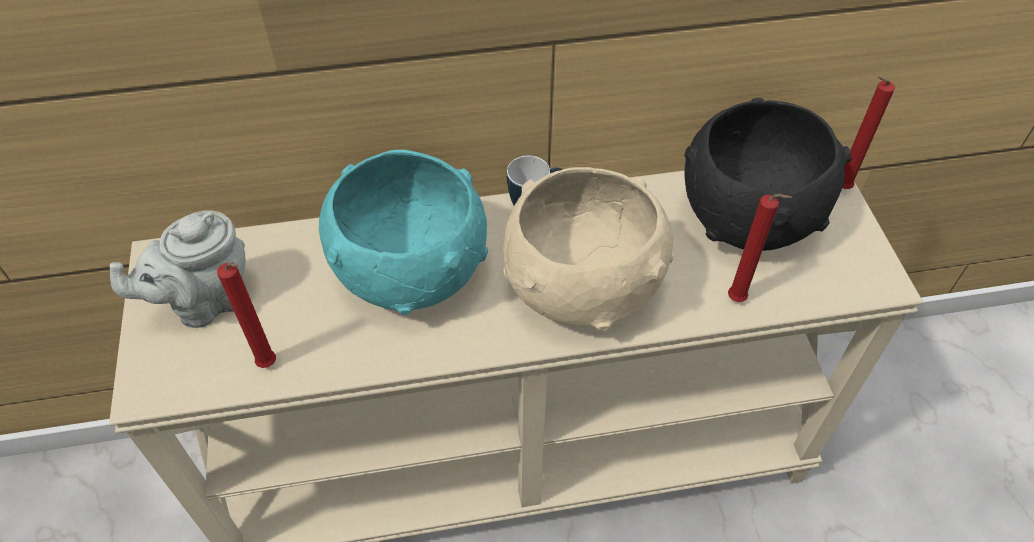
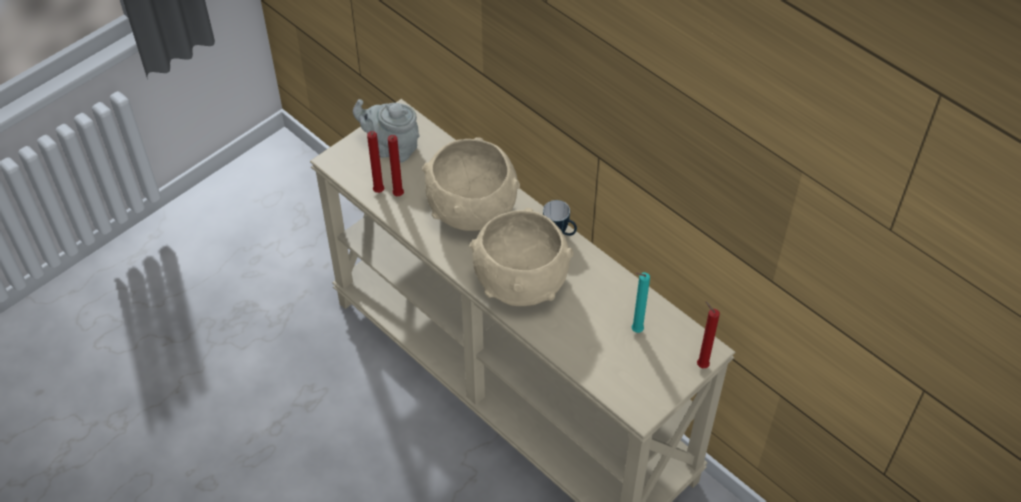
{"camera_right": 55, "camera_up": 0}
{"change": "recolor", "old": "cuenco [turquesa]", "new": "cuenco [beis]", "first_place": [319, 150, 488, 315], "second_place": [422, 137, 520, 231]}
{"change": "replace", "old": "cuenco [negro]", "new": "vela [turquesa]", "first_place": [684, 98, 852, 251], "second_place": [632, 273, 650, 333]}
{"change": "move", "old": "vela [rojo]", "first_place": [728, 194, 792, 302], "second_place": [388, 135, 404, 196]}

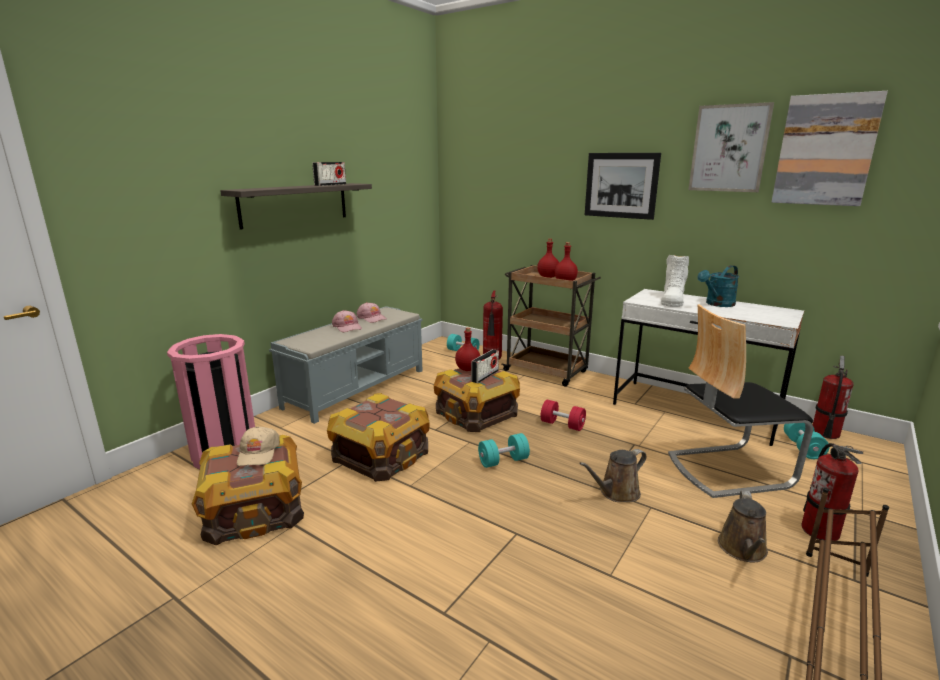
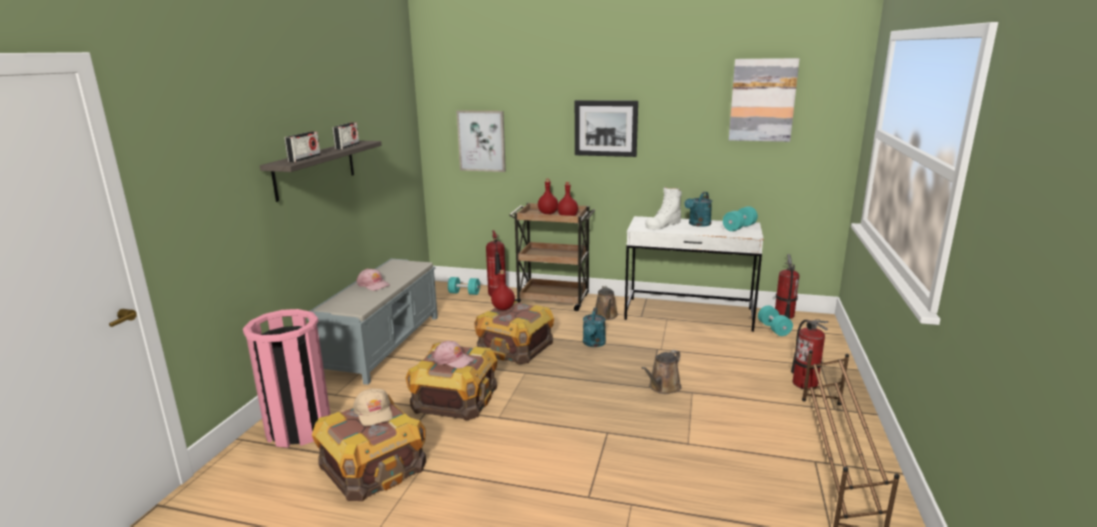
{"camera_right": -20, "camera_up": 0}
{"change": "move", "old": "gorra [rosa]", "first_place": [356, 302, 387, 323], "second_place": [433, 341, 474, 368]}
{"change": "move", "old": "radio", "first_place": [471, 349, 499, 383], "second_place": [285, 131, 321, 162]}
{"change": "move", "old": "mancuerna [turquesa]", "first_place": [478, 433, 530, 468], "second_place": [723, 206, 758, 231]}
{"change": "replace", "old": "mancuerna [rojo]", "new": "regadera [turquesa]", "first_place": [541, 400, 586, 431], "second_place": [583, 308, 606, 347]}
{"change": "rotate", "old": "bota [blanco]", "first_place": [661, 255, 689, 307], "second_place": [645, 186, 682, 230], "degrees": 45}
{"change": "delete", "old": "silla", "first_place": [668, 304, 813, 498]}
{"change": "move", "old": "cuadro", "first_place": [688, 102, 774, 192], "second_place": [457, 110, 506, 172]}
{"change": "move", "old": "regadera [marrón]", "first_place": [718, 491, 768, 562], "second_place": [595, 286, 618, 320]}

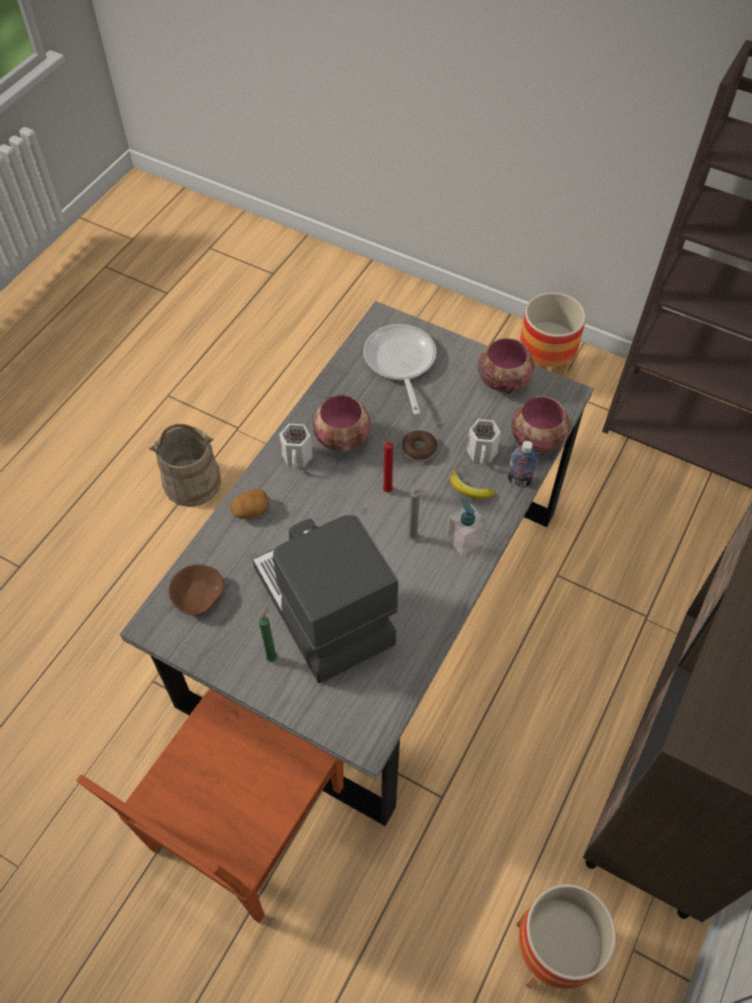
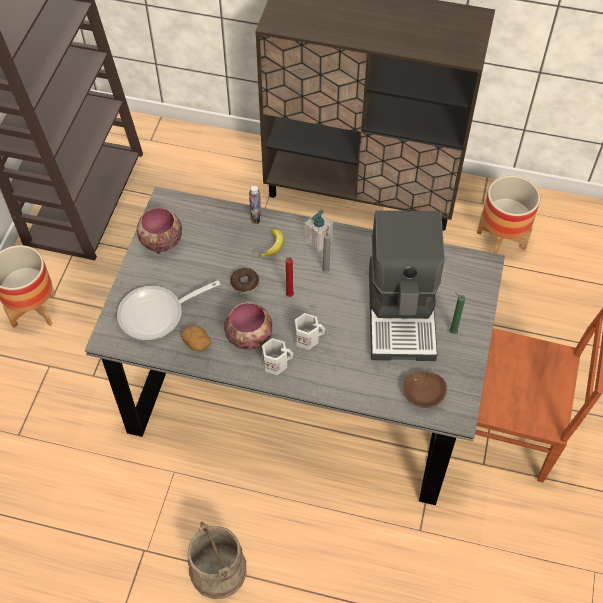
{"camera_right": -105, "camera_up": 0}
{"change": "move", "old": "patata", "first_place": [231, 489, 269, 519], "second_place": [181, 325, 211, 351]}
{"change": "rotate", "old": "cafetera", "first_place": [252, 515, 399, 683], "second_place": [369, 210, 445, 361], "degrees": -45}
{"change": "move", "old": "taza grande [blanco]", "first_place": [467, 419, 501, 464], "second_place": [295, 313, 325, 350]}
{"change": "delete", "old": "cuenco", "first_place": [511, 396, 570, 453]}

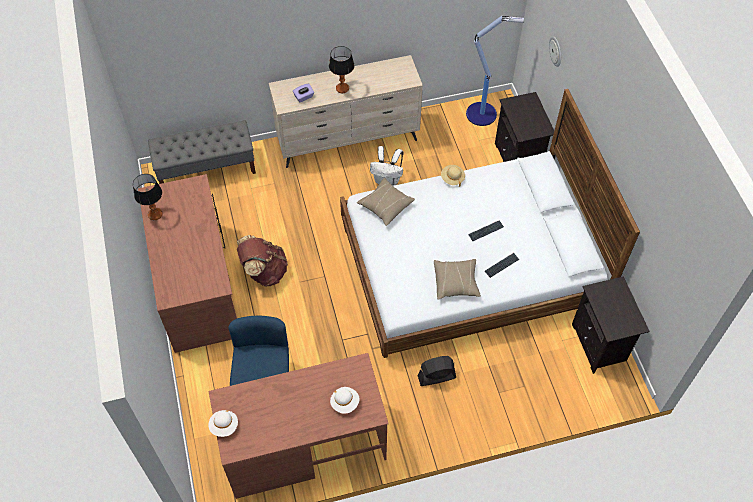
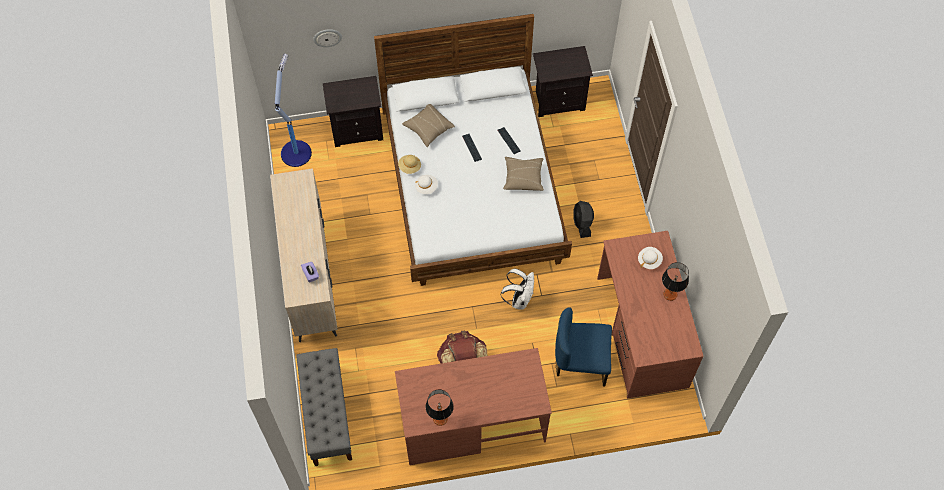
{"camera_right": -85, "camera_up": 5}
{"change": "move", "old": "sombrero [blanco]", "first_place": [209, 410, 238, 437], "second_place": [415, 175, 438, 194]}
{"change": "move", "old": "lámpara de mesa", "first_place": [329, 46, 354, 93], "second_place": [662, 262, 689, 301]}
{"change": "move", "old": "cojín [beis]", "first_place": [357, 178, 415, 226], "second_place": [402, 104, 455, 147]}
{"change": "move", "old": "mochila [blanco]", "first_place": [370, 146, 403, 186], "second_place": [501, 269, 534, 310]}

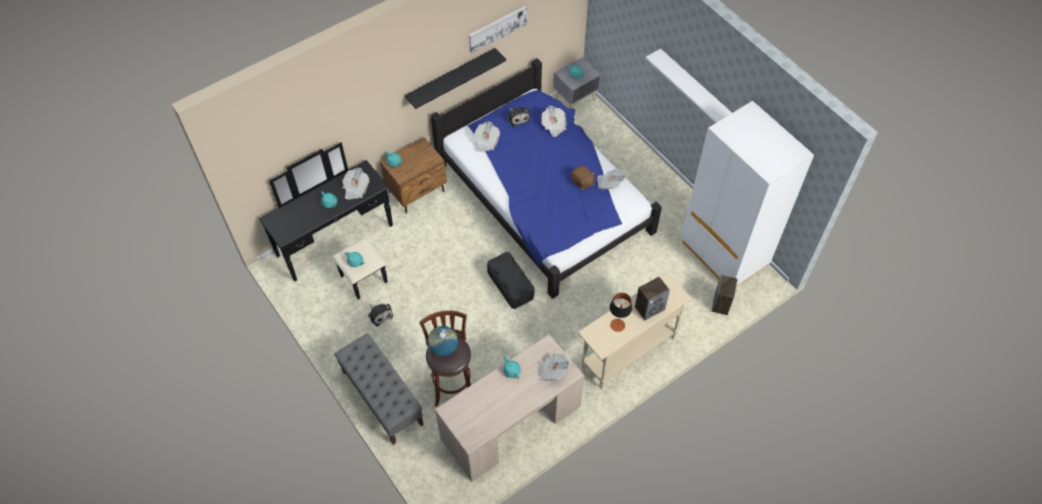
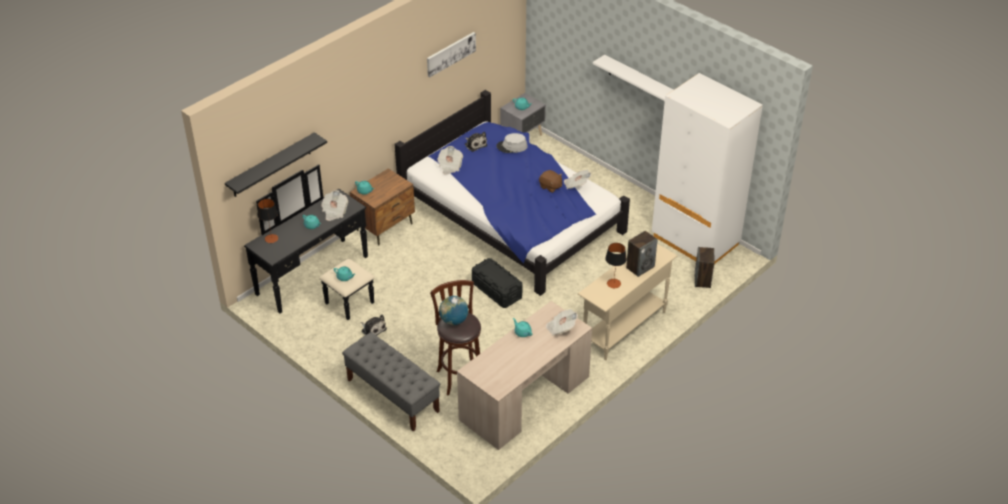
{"camera_right": -10, "camera_up": -15}
{"change": "move", "old": "estante [negro]", "first_place": [405, 48, 506, 109], "second_place": [225, 132, 327, 197]}
{"change": "replace", "old": "periódico", "new": "sombrero [gris]", "first_place": [542, 106, 566, 137], "second_place": [496, 133, 528, 153]}
{"change": "insert", "new": "lámpara de mesa", "second_place": [258, 199, 278, 243]}

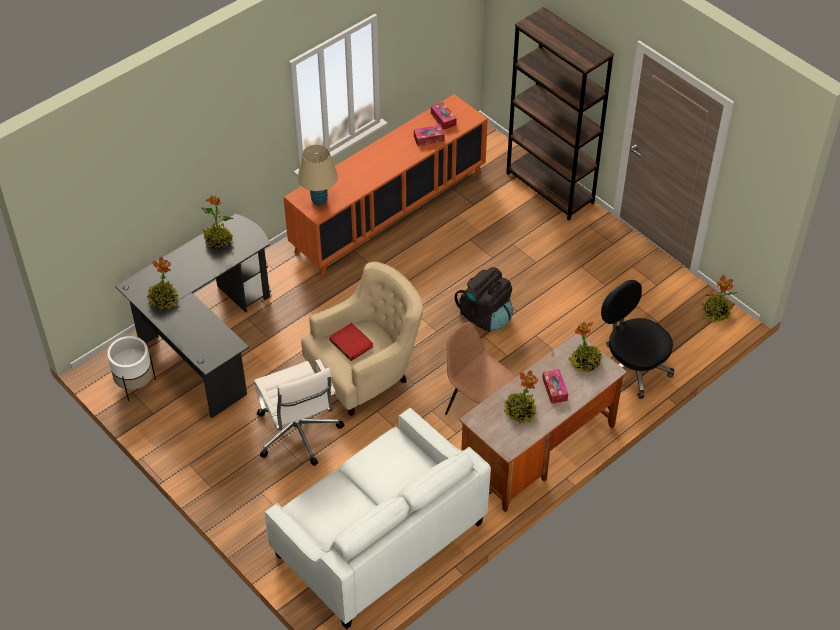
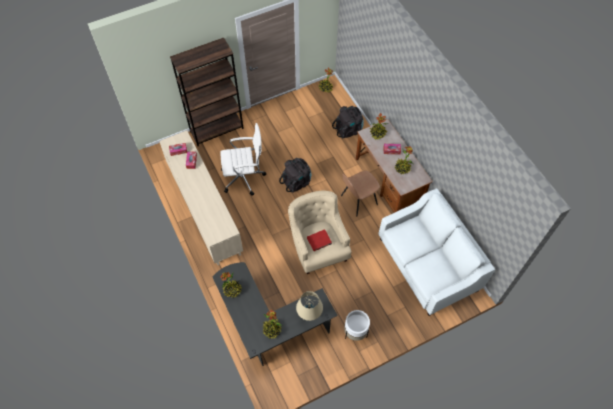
{"camera_right": -75, "camera_up": 10}
{"change": "move", "old": "maceta [blanco]", "first_place": [107, 336, 156, 401], "second_place": [344, 310, 370, 341]}
{"change": "move", "old": "silla de oficina [blanco]", "first_place": [254, 359, 345, 466], "second_place": [220, 123, 266, 196]}
{"change": "recolor", "old": "armario [naranja]", "new": "armario [beis]", "first_place": [284, 94, 488, 276], "second_place": [160, 131, 243, 265]}
{"change": "move", "old": "lámpara de mesa [beis]", "first_place": [298, 144, 338, 206], "second_place": [296, 291, 323, 321]}
{"change": "replace", "old": "silla de oficina [negro]", "new": "mochila [negro]", "first_place": [601, 280, 674, 399], "second_place": [332, 106, 364, 139]}

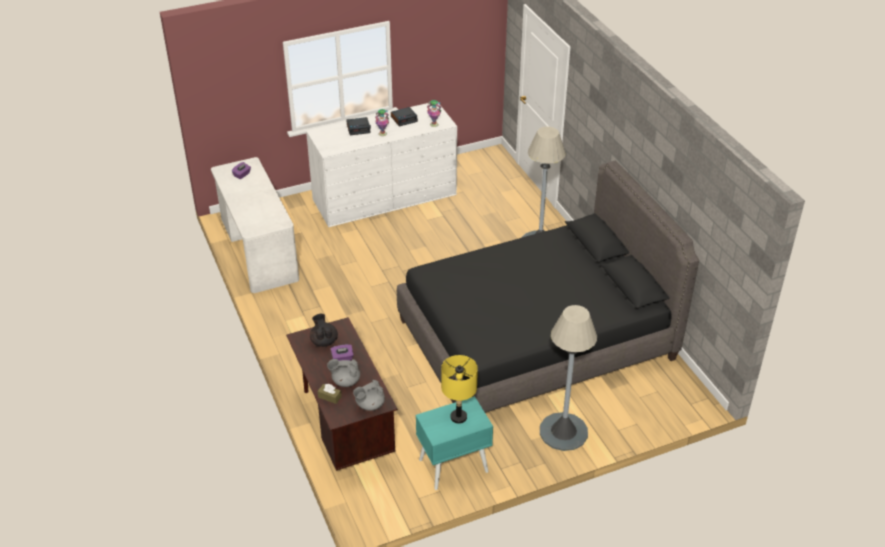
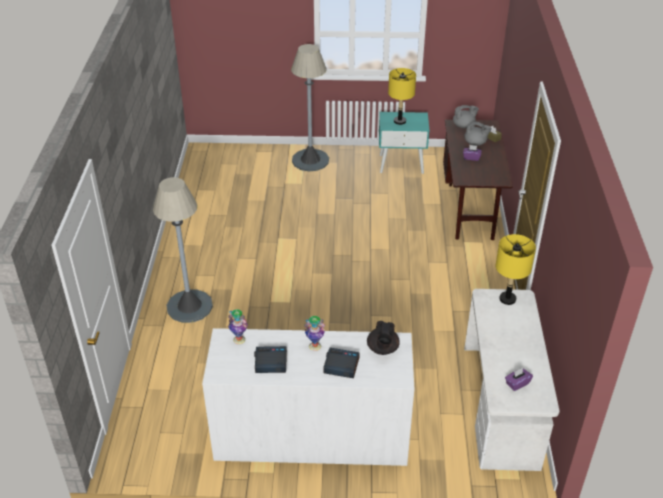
{"camera_right": -155, "camera_up": 0}
{"change": "move", "old": "tetera [negro]", "first_place": [310, 314, 338, 347], "second_place": [367, 321, 400, 355]}
{"change": "delete", "old": "cama [negro]", "first_place": [397, 161, 699, 413]}
{"change": "insert", "new": "lámpara de mesa [amarillo]", "second_place": [495, 234, 536, 305]}

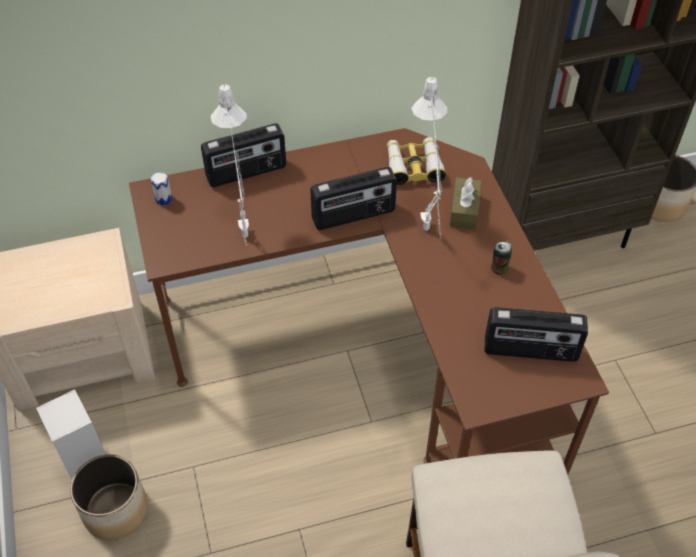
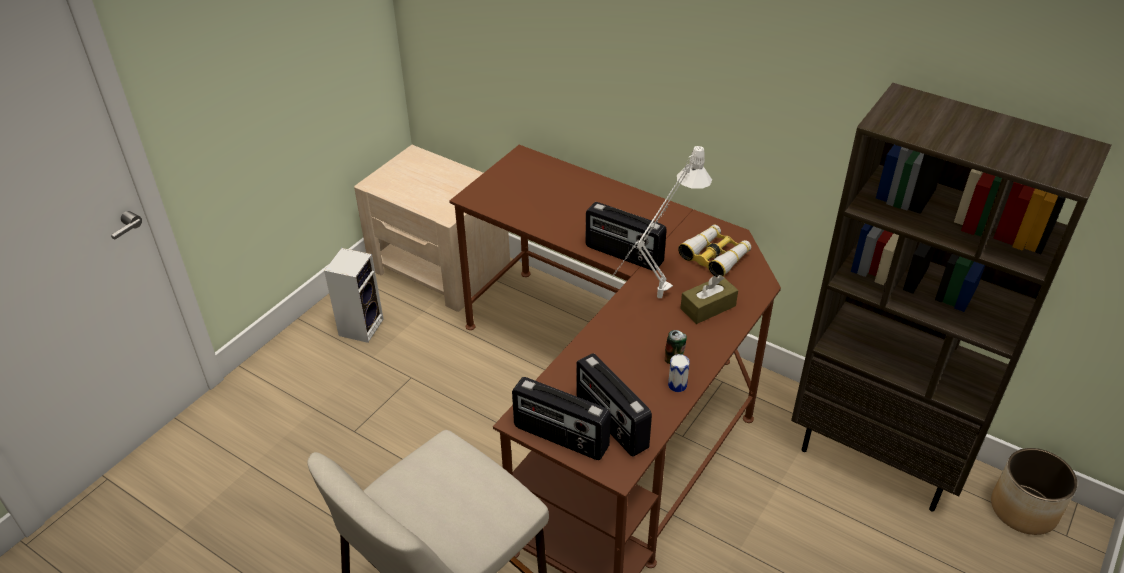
{"camera_right": 50, "camera_up": -10}
{"change": "delete", "old": "maceta", "first_place": [70, 454, 148, 540]}
{"change": "move", "old": "lata", "first_place": [151, 172, 172, 205], "second_place": [668, 354, 690, 392]}
{"change": "move", "old": "radio", "first_place": [201, 123, 286, 187], "second_place": [512, 377, 611, 460]}
{"change": "delete", "old": "lámpara de mesa [blanco]", "first_place": [210, 84, 249, 246]}

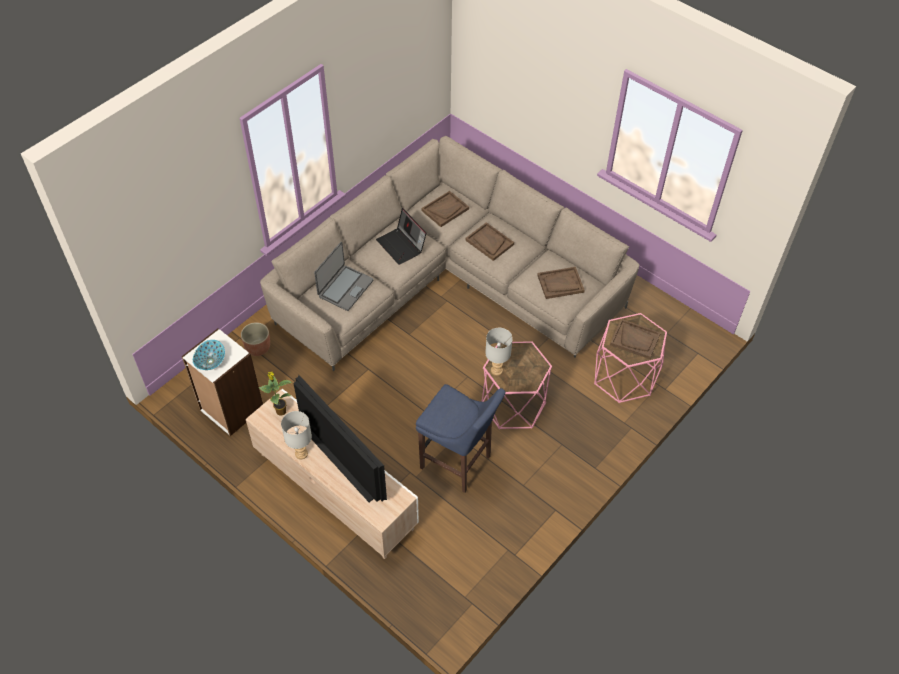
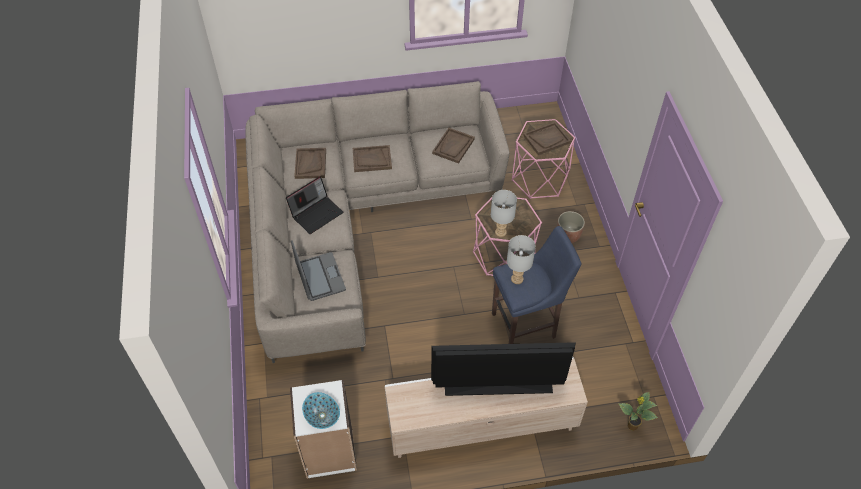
{"camera_right": -50, "camera_up": 0}
{"change": "move", "old": "maceta", "first_place": [241, 322, 270, 356], "second_place": [557, 211, 585, 243]}
{"change": "move", "old": "planta en maceta", "first_place": [259, 372, 292, 416], "second_place": [618, 392, 658, 431]}
{"change": "move", "old": "lámpara de mesa [gris]", "first_place": [281, 411, 312, 459], "second_place": [507, 235, 536, 284]}
{"change": "rotate", "old": "portátil", "first_place": [376, 208, 426, 265], "second_place": [286, 176, 343, 234], "degrees": -45}

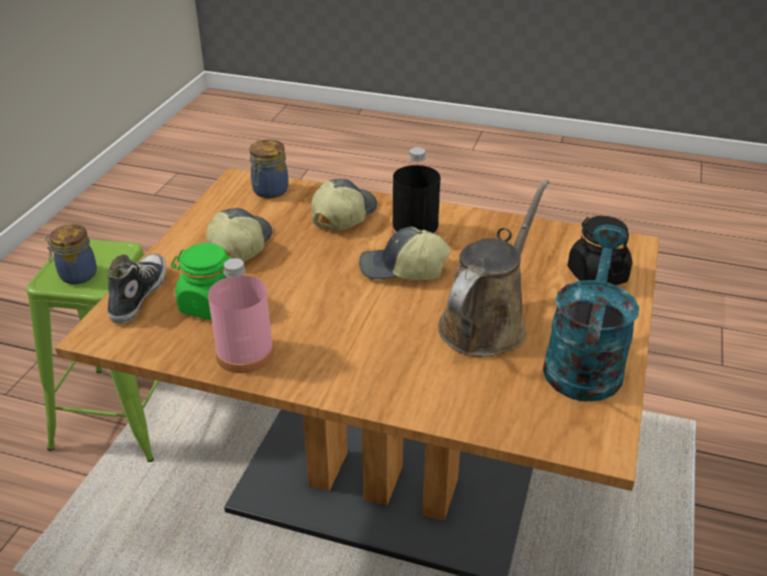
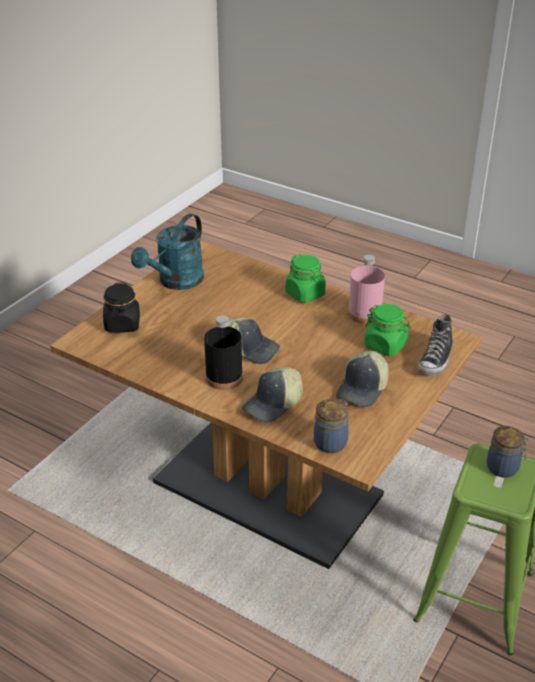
{"camera_right": -165, "camera_up": 0}
{"change": "delete", "old": "regadera [marrón]", "first_place": [438, 179, 549, 357]}
{"change": "insert", "new": "tarro [verde]", "second_place": [285, 254, 326, 303]}

